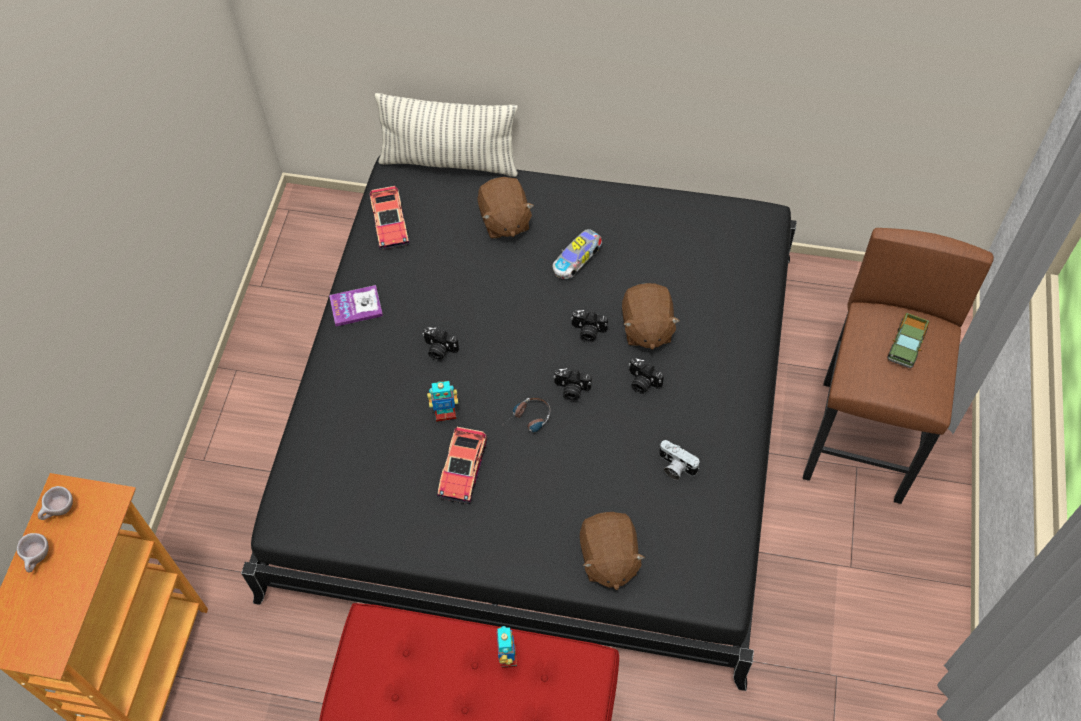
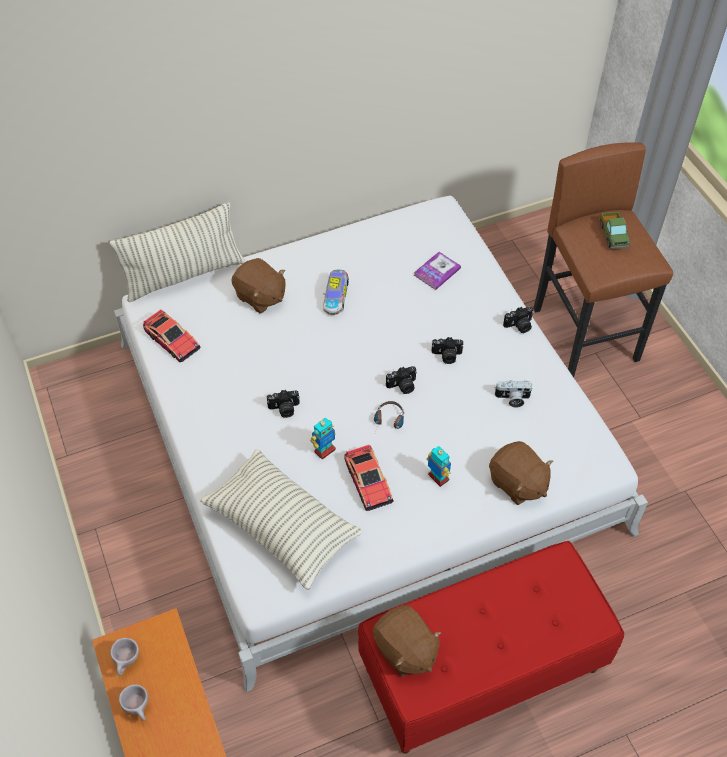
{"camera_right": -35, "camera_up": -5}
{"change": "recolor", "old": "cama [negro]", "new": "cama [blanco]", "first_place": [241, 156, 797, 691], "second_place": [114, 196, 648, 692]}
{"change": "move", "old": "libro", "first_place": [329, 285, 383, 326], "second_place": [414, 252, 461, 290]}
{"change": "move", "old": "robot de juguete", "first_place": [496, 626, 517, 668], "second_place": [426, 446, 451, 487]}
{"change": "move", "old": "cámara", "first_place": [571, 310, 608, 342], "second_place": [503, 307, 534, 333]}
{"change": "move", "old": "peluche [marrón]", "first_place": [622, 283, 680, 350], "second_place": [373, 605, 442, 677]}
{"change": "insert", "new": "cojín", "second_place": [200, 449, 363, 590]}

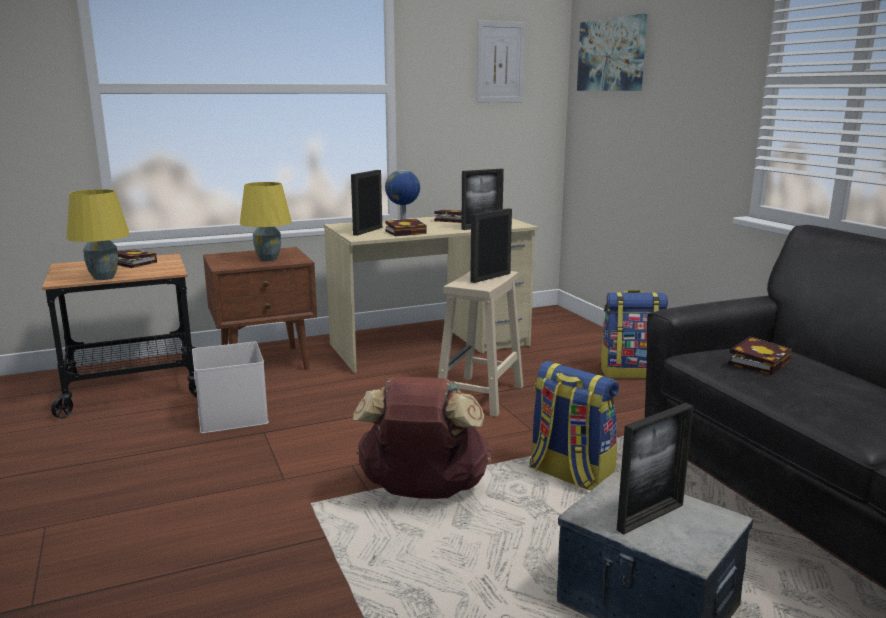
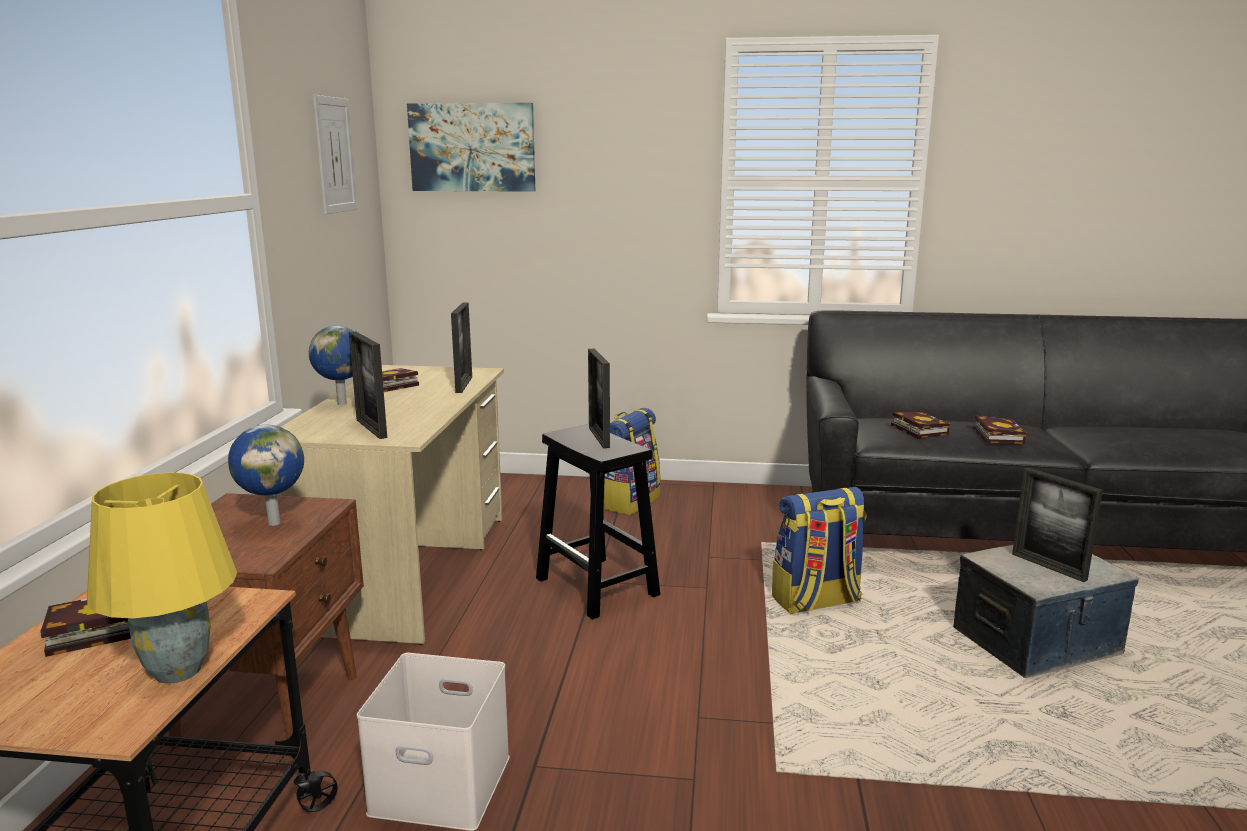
{"camera_right": -60, "camera_up": 0}
{"change": "replace", "old": "lámpara de mesa [amarillo]", "new": "globo terráqueo", "first_place": [240, 182, 292, 261], "second_place": [228, 425, 304, 526]}
{"change": "delete", "old": "mochila [marrón]", "first_place": [353, 376, 492, 499]}
{"change": "move", "old": "libro", "first_place": [385, 219, 427, 236], "second_place": [973, 416, 1027, 444]}
{"change": "recolor", "old": "taburete [beis]", "new": "taburete [negro]", "first_place": [438, 271, 523, 417], "second_place": [536, 424, 660, 620]}
{"change": "rotate", "old": "portarretratos", "first_place": [617, 403, 693, 535], "second_place": [1012, 467, 1103, 582], "degrees": 150}

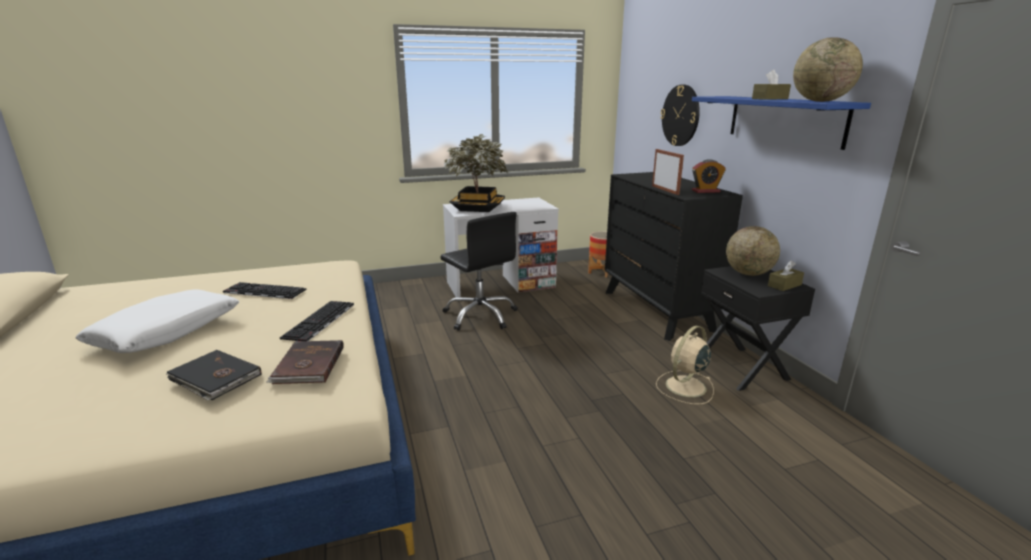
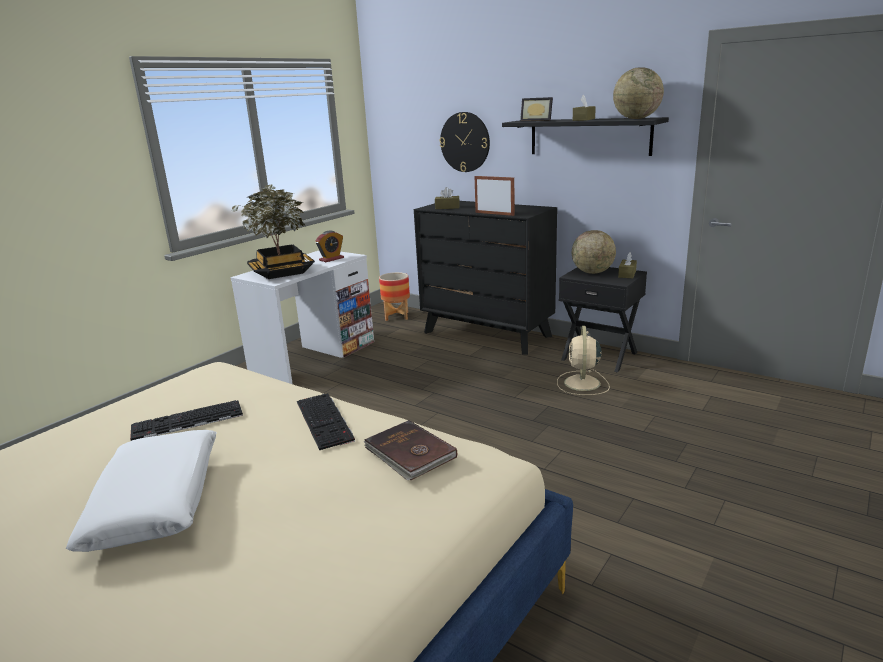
{"camera_right": -35, "camera_up": 0}
{"change": "delete", "old": "libro [negro]", "first_place": [166, 350, 261, 400]}
{"change": "delete", "old": "silla de oficina [negro]", "first_place": [440, 212, 518, 331]}
{"change": "recolor", "old": "estante [azul]", "new": "estante [negro]", "first_place": [692, 96, 871, 150], "second_place": [502, 117, 669, 156]}
{"change": "move", "old": "despertador", "first_place": [692, 159, 726, 193], "second_place": [315, 231, 344, 262]}
{"change": "insert", "new": "caja de pañuelos [marrón]", "second_place": [435, 187, 460, 209]}
{"change": "insert", "new": "portarretratos", "second_place": [520, 97, 553, 121]}

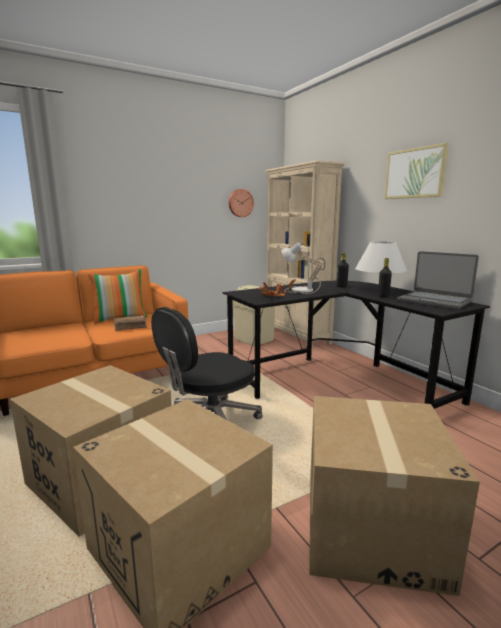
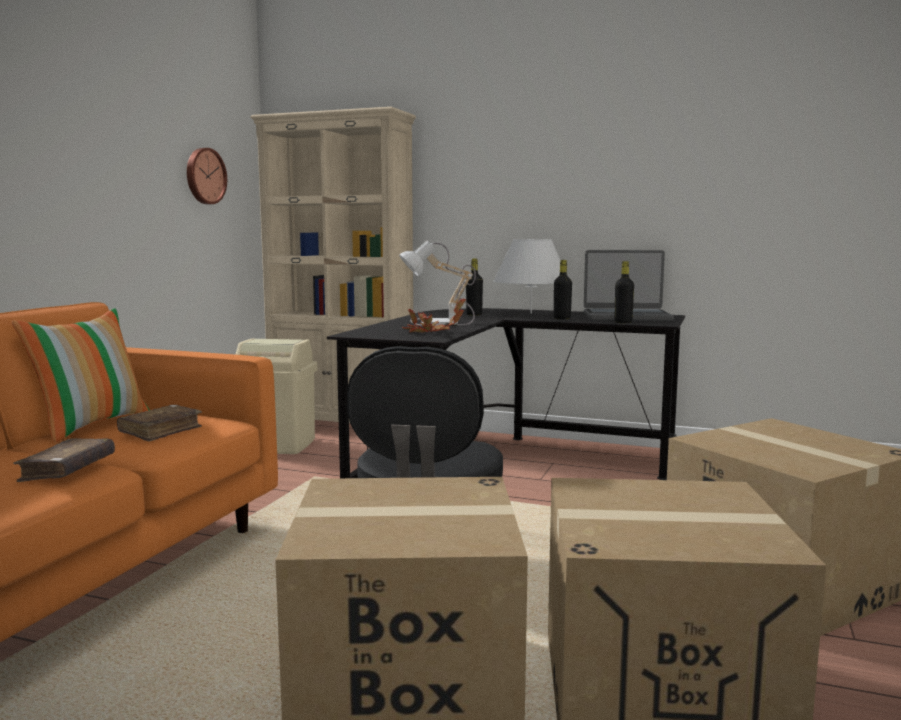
{"camera_right": -40, "camera_up": -5}
{"change": "delete", "old": "cuadro", "first_place": [384, 143, 449, 199]}
{"change": "insert", "new": "libro [marrón]", "second_place": [13, 438, 115, 482]}
{"change": "insert", "new": "botella [negro]", "second_place": [614, 261, 634, 323]}

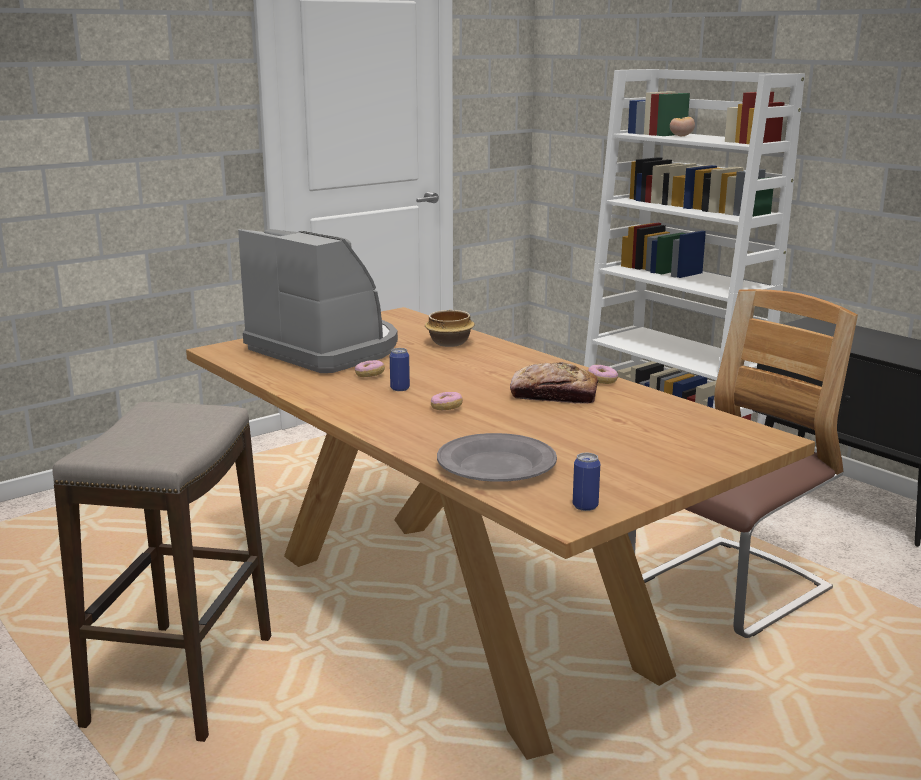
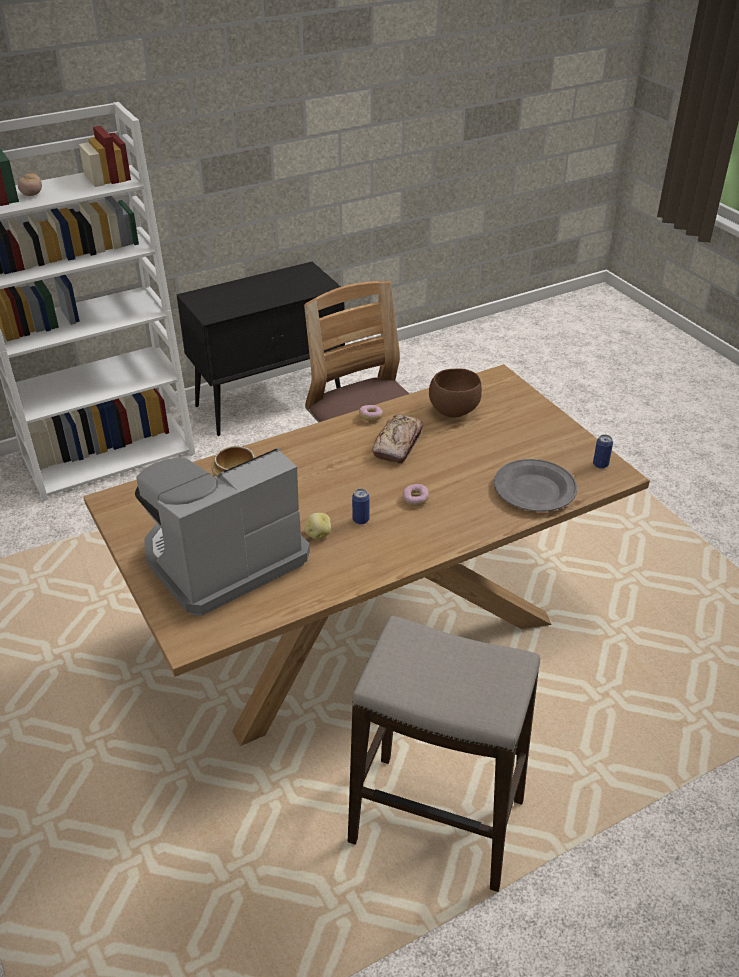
{"camera_right": -80, "camera_up": 20}
{"change": "replace", "old": "rosquilla", "new": "patata", "first_place": [355, 360, 385, 377], "second_place": [304, 513, 331, 540]}
{"change": "insert", "new": "cuenco [marrón]", "second_place": [429, 368, 482, 418]}

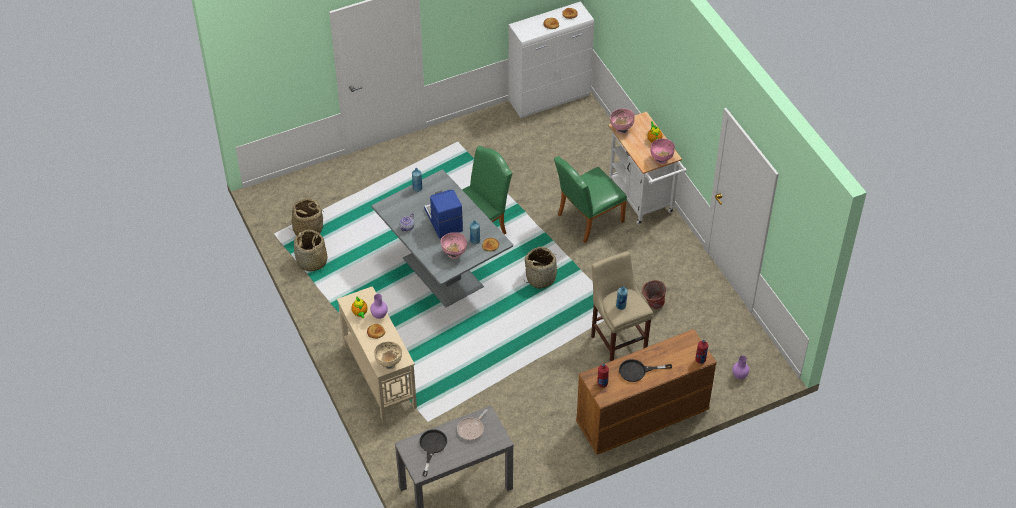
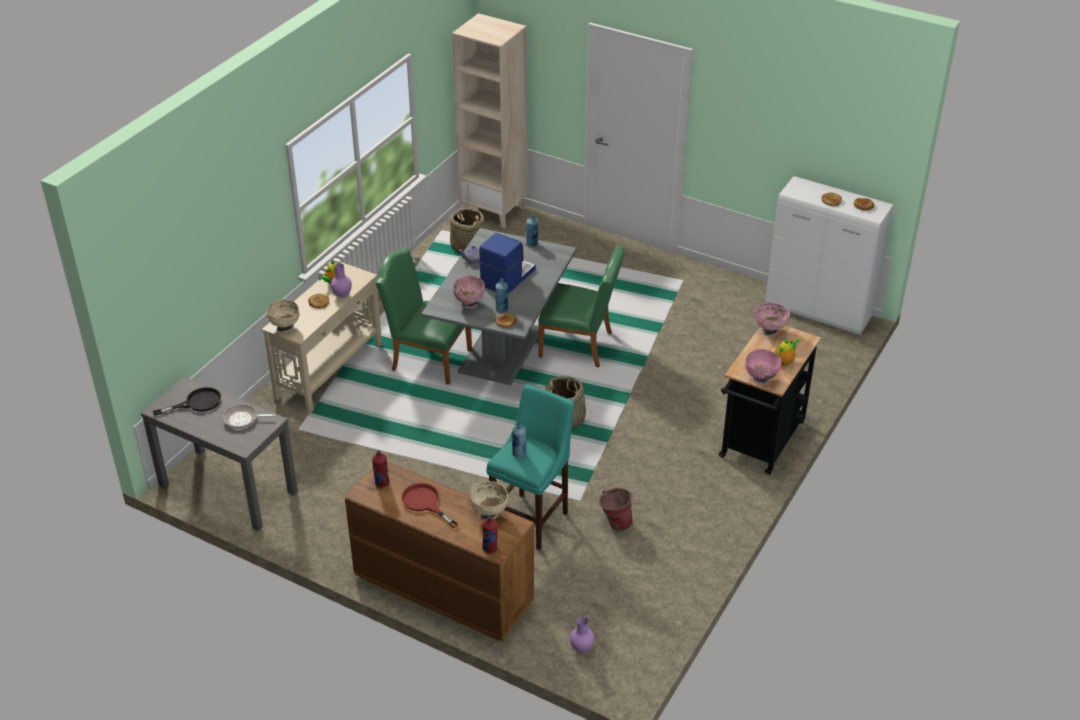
{"camera_right": 55, "camera_up": -10}
{"change": "delete", "old": "cesta", "first_place": [294, 229, 328, 271]}
{"change": "move", "old": "silla [verde]", "first_place": [554, 156, 627, 243], "second_place": [375, 248, 472, 385]}
{"change": "recolor", "old": "taburete [beis]", "new": "taburete [turquesa]", "first_place": [591, 251, 653, 361], "second_place": [486, 384, 575, 550]}
{"change": "recolor", "old": "carrito [blanco]", "new": "carrito [negro]", "first_place": [608, 112, 687, 224], "second_place": [719, 326, 821, 475]}
{"change": "recolor", "old": "sartén [negro]", "new": "sartén [rojo]", "first_place": [619, 359, 672, 382], "second_place": [401, 483, 459, 528]}
{"change": "insert", "new": "estantería [beis]", "second_place": [452, 13, 527, 228]}
{"change": "insert", "new": "cuenco [beis]", "second_place": [470, 481, 508, 520]}

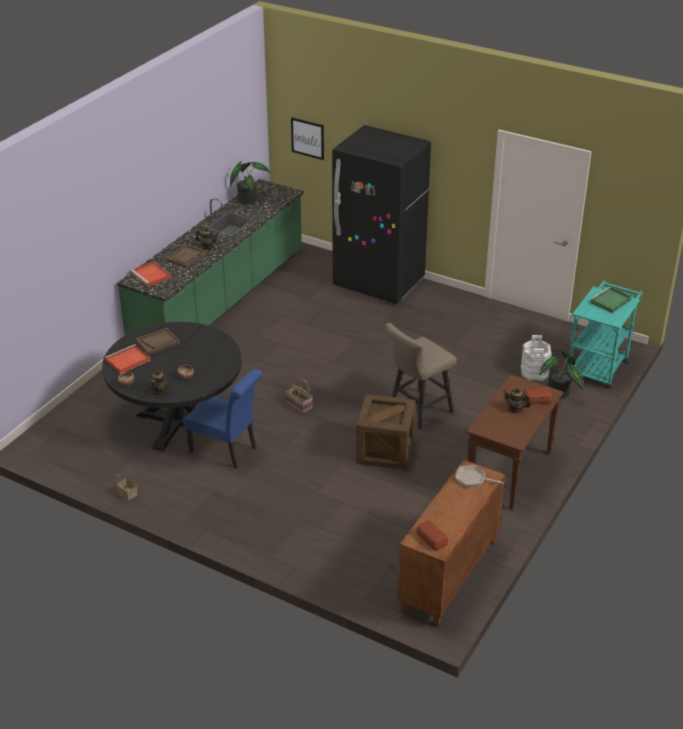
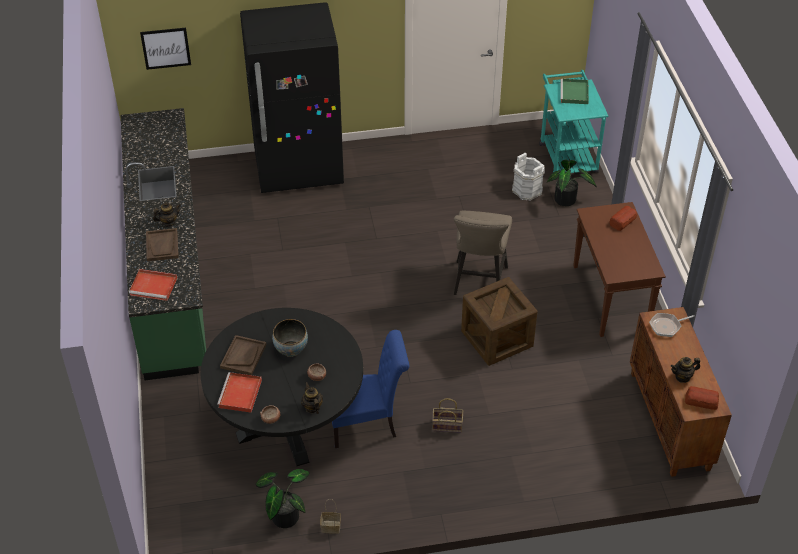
{"camera_right": -40, "camera_up": 10}
{"change": "move", "old": "planta en maceta", "first_place": [230, 161, 271, 205], "second_place": [255, 469, 310, 528]}
{"change": "move", "old": "cesta", "first_place": [286, 379, 313, 413], "second_place": [432, 398, 463, 433]}
{"change": "move", "old": "tetera", "first_place": [504, 388, 530, 413], "second_place": [671, 357, 700, 383]}
{"change": "insert", "new": "cuenco", "second_place": [272, 319, 308, 357]}

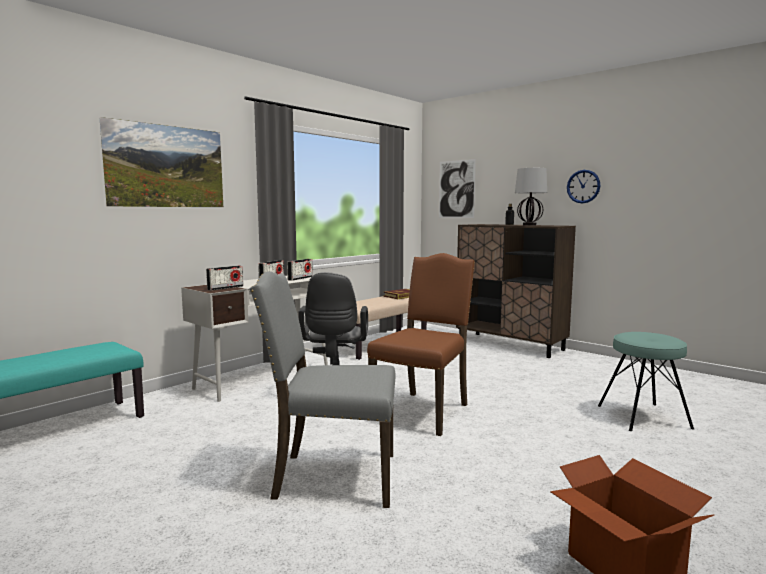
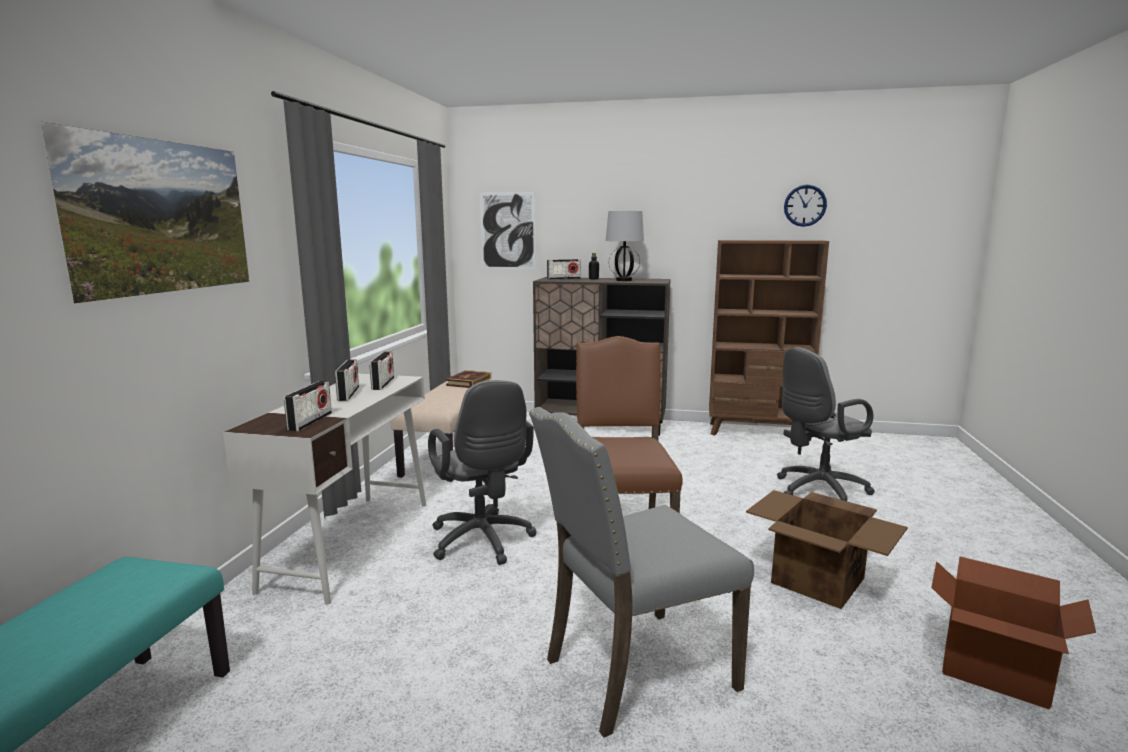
{"camera_right": -30, "camera_up": 5}
{"change": "move", "old": "reloj de pared", "first_place": [567, 170, 601, 203], "second_place": [784, 185, 827, 227]}
{"change": "replace", "old": "taburete [turquesa]", "new": "silla de oficina [gris]", "first_place": [598, 332, 694, 431], "second_place": [777, 347, 875, 501]}
{"change": "insert", "new": "radio", "second_place": [547, 259, 581, 280]}
{"change": "insert", "new": "estantería [marrón]", "second_place": [709, 240, 829, 435]}
{"change": "insert", "new": "caja de cartón", "second_place": [746, 490, 908, 609]}

